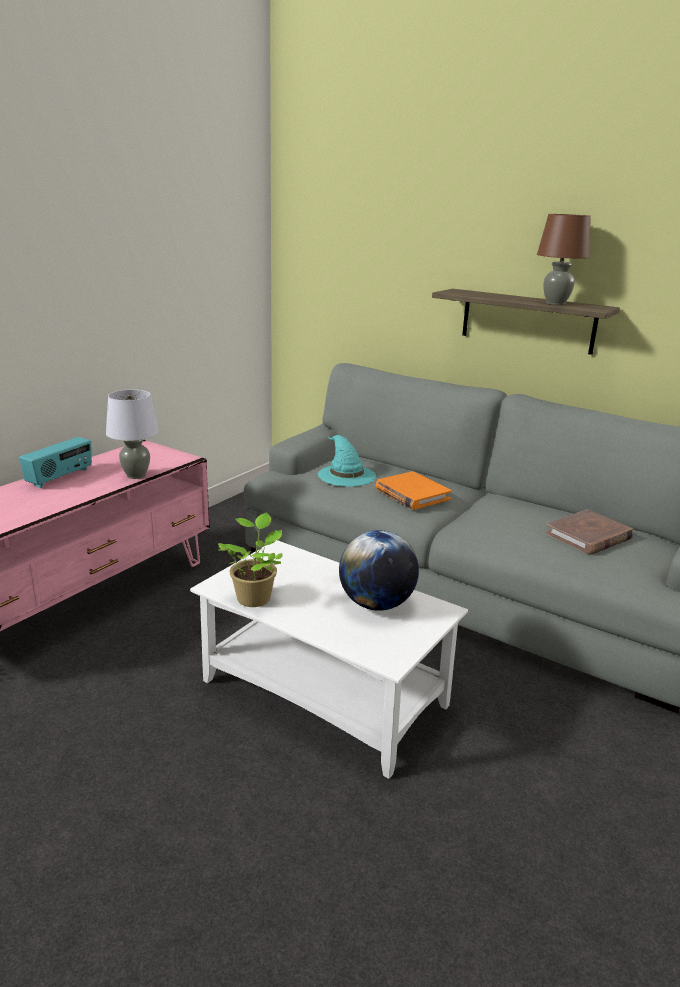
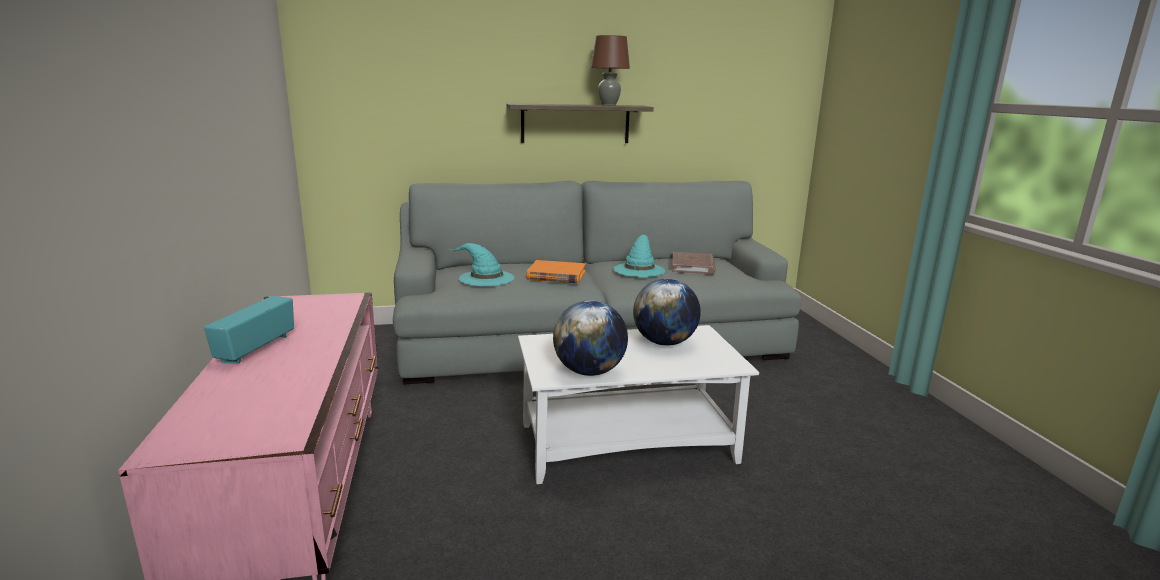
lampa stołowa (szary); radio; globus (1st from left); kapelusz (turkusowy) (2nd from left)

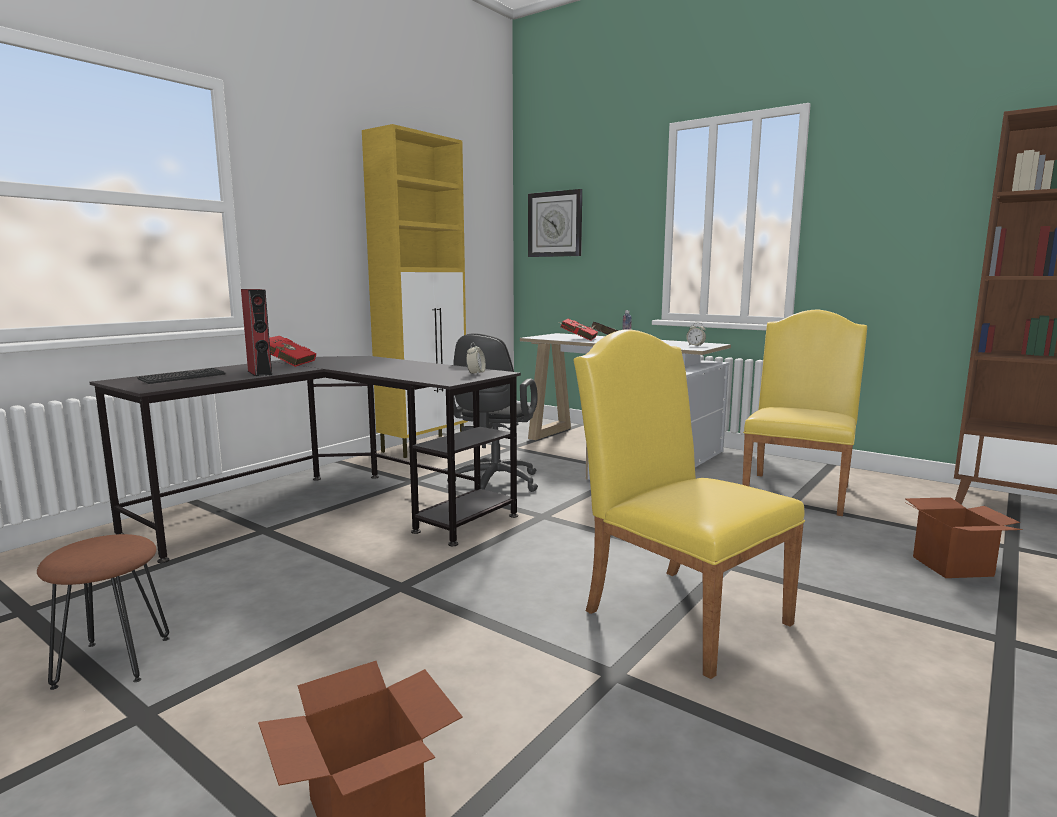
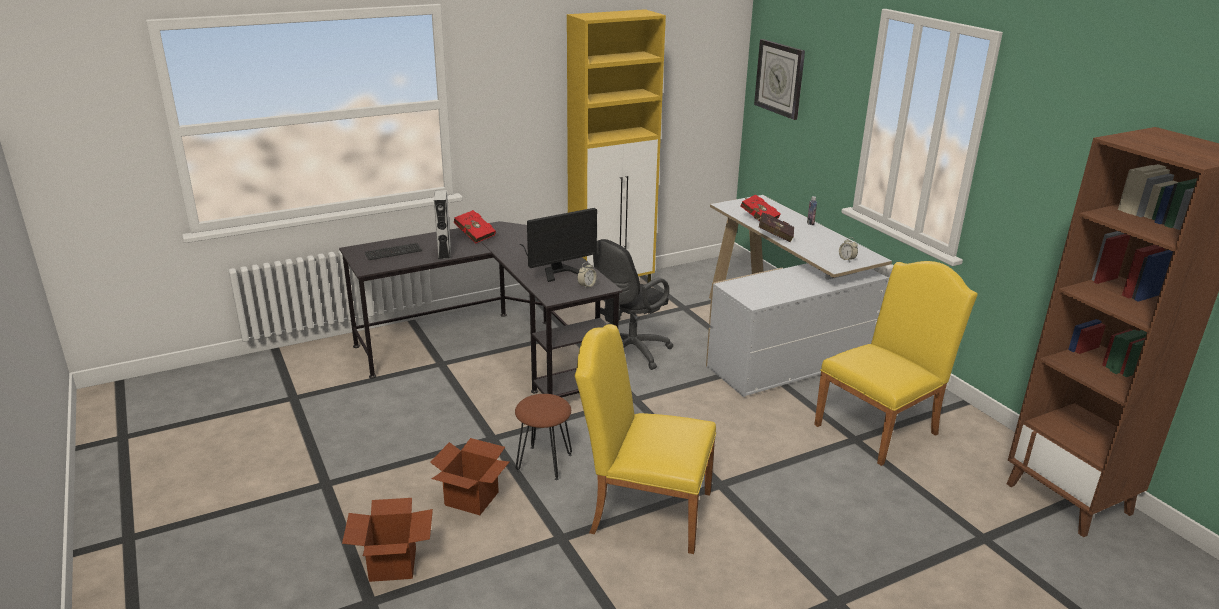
głośnik (szary); krzesło (żółty) (1st from left); karton (2nd from left); stołek (brązowy); monitor

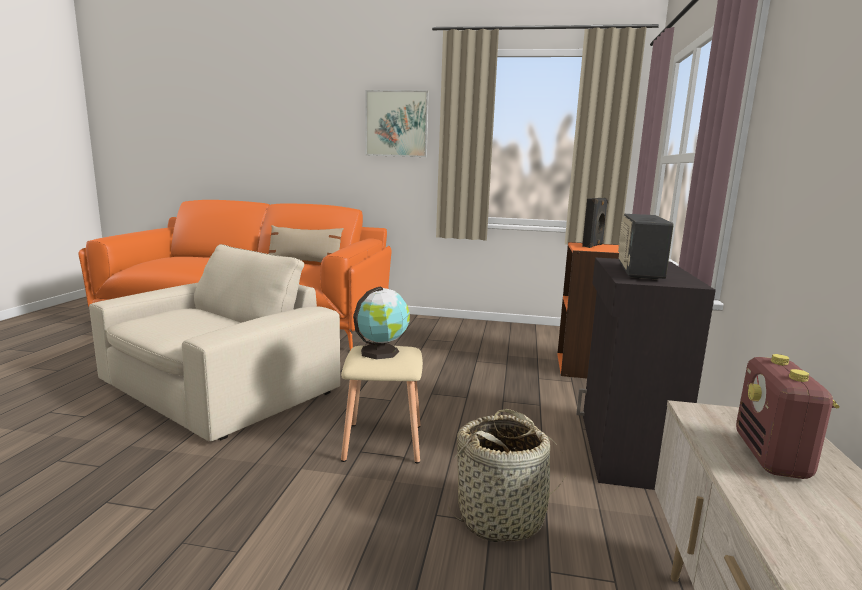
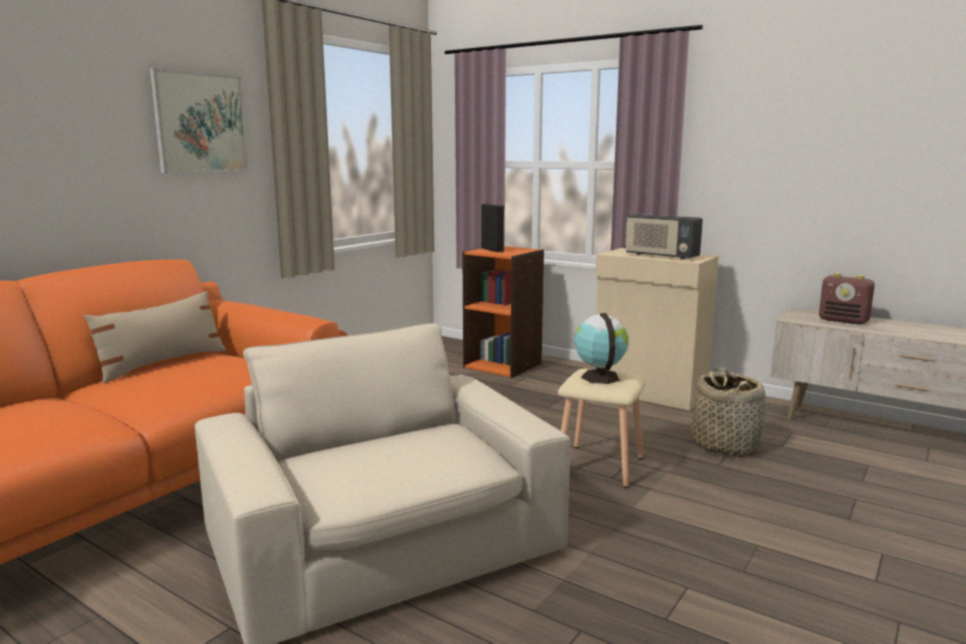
szafka (beżowy)

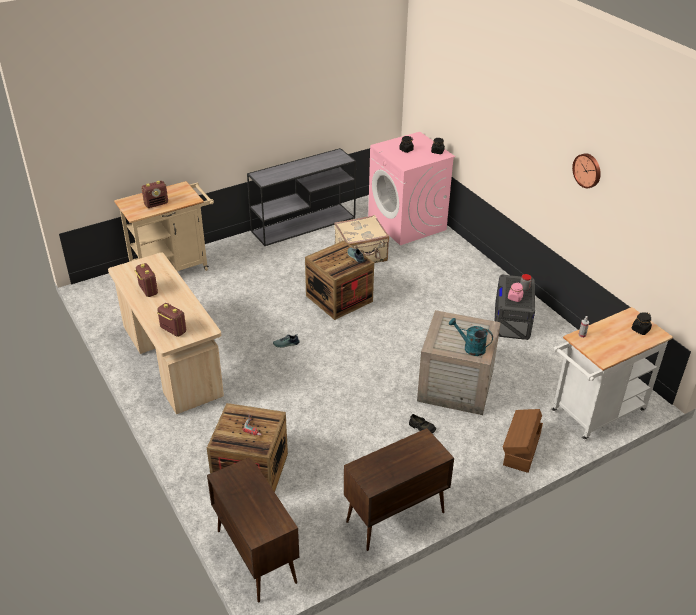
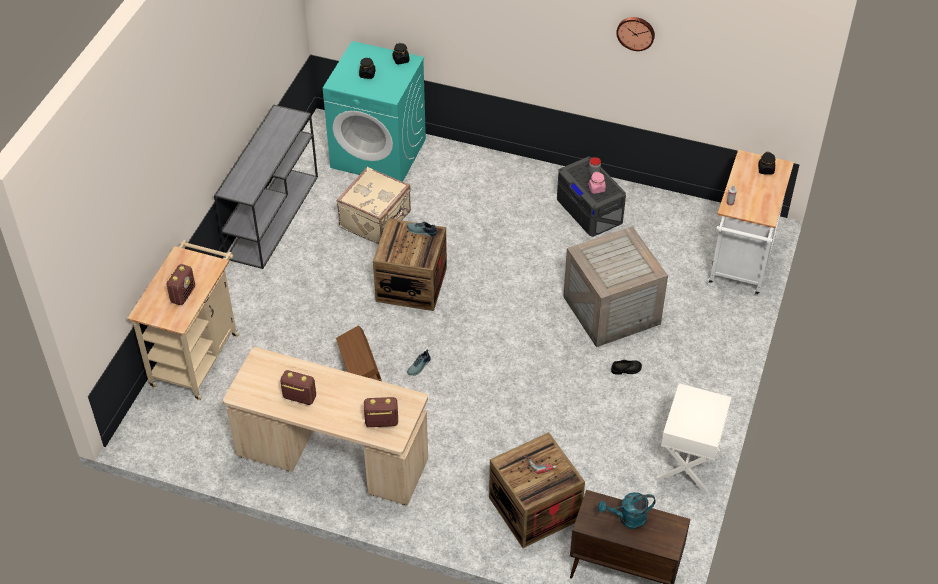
pralka (turkusowy); konewka (turkusowy); pojemnik do przechowywania (brązowy); szafka nocna (biały)

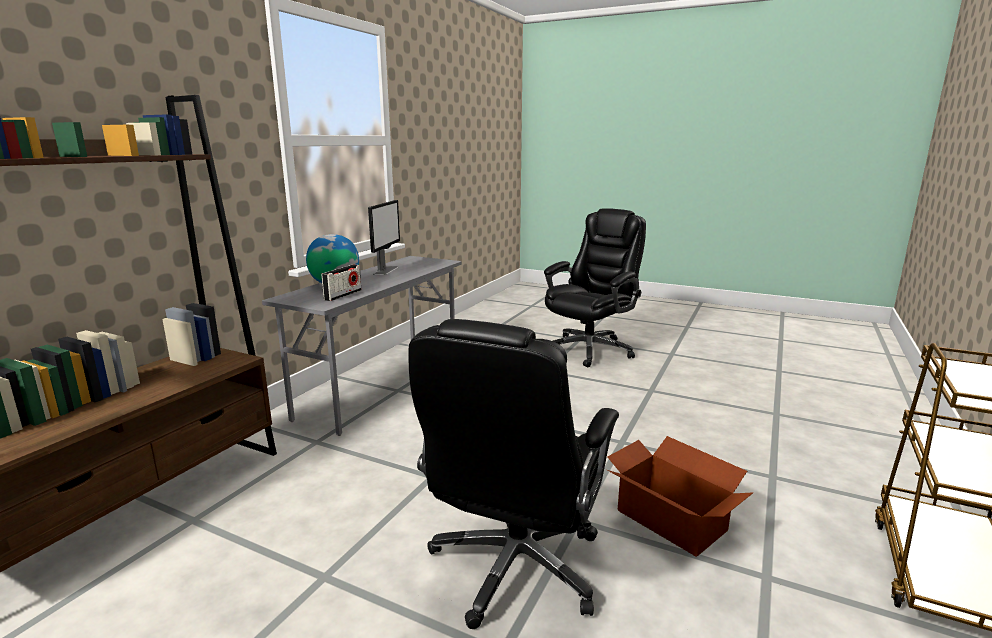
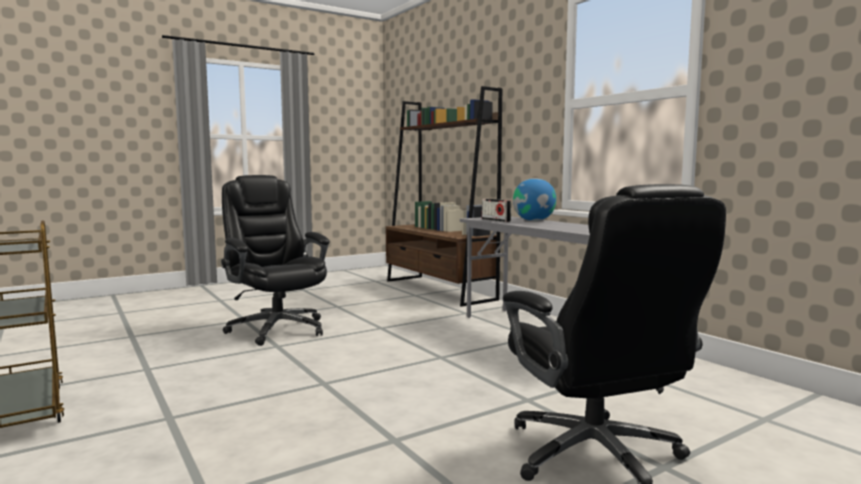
monitor; karton

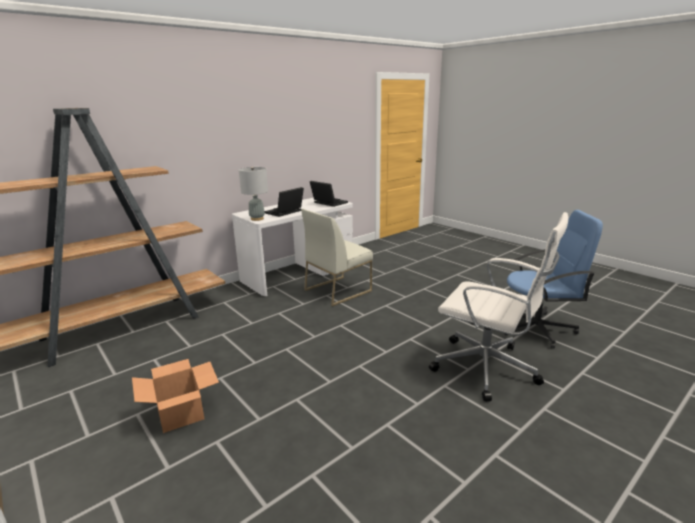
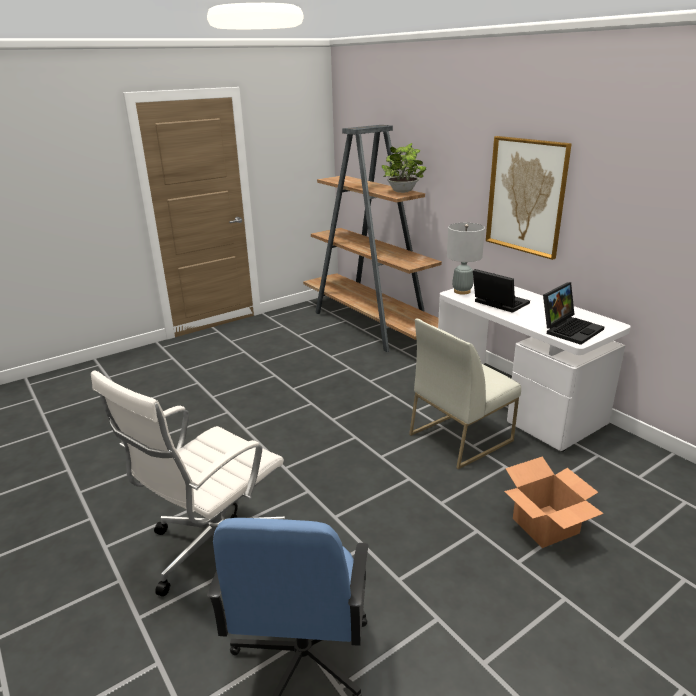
krzesło (biały); karton; obraz; roślina doniczkowa

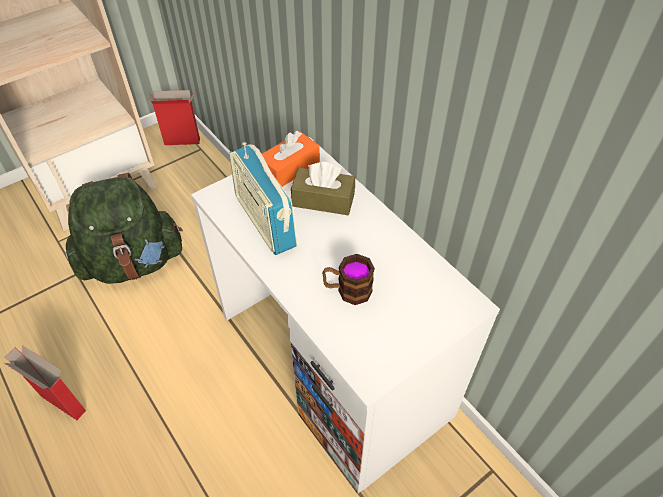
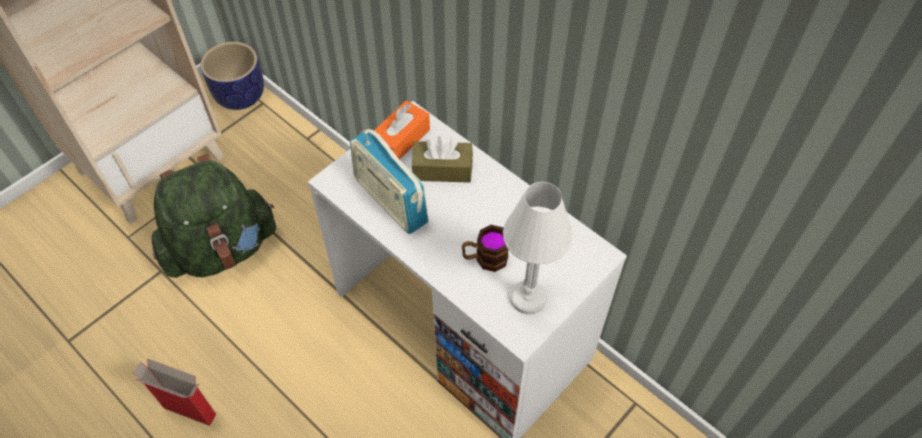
donica; lampa stołowa (biały)

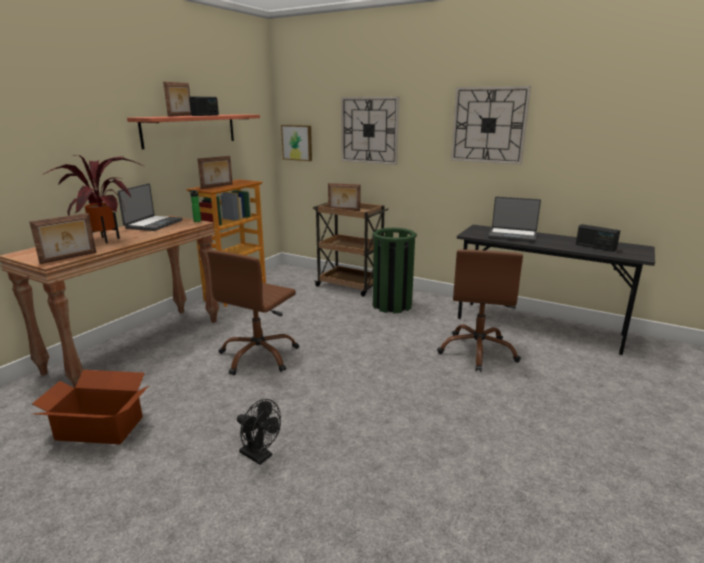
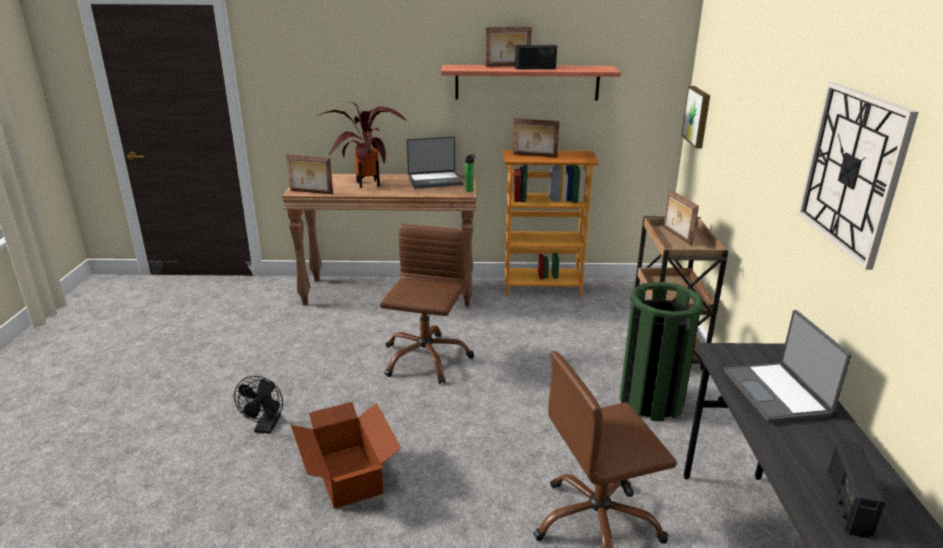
zegar ścienny (1st from left in the first image); krzesło biurowe (brązowy) (1st from left); karton

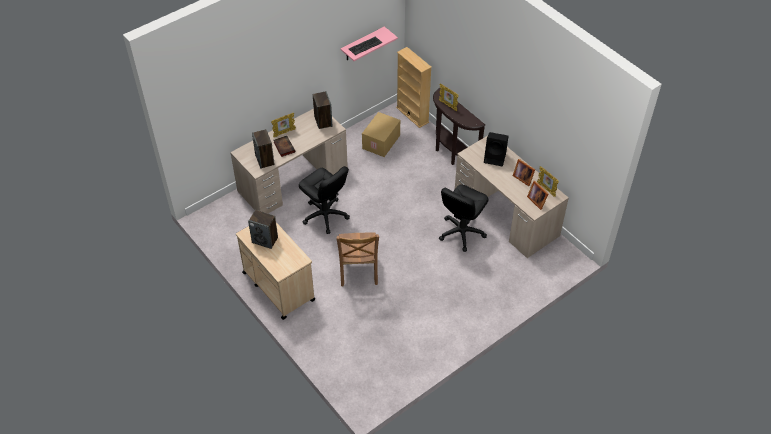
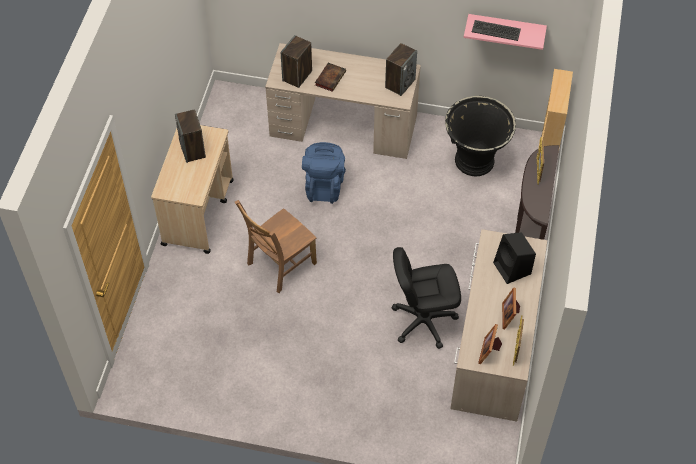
donica (czarny); ramka na zdjęcie (1st from left in the first image); plecak (niebieski)

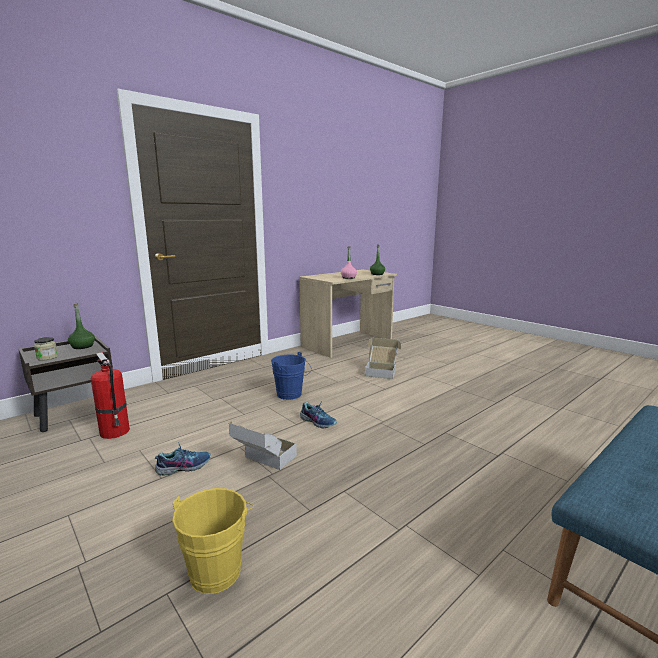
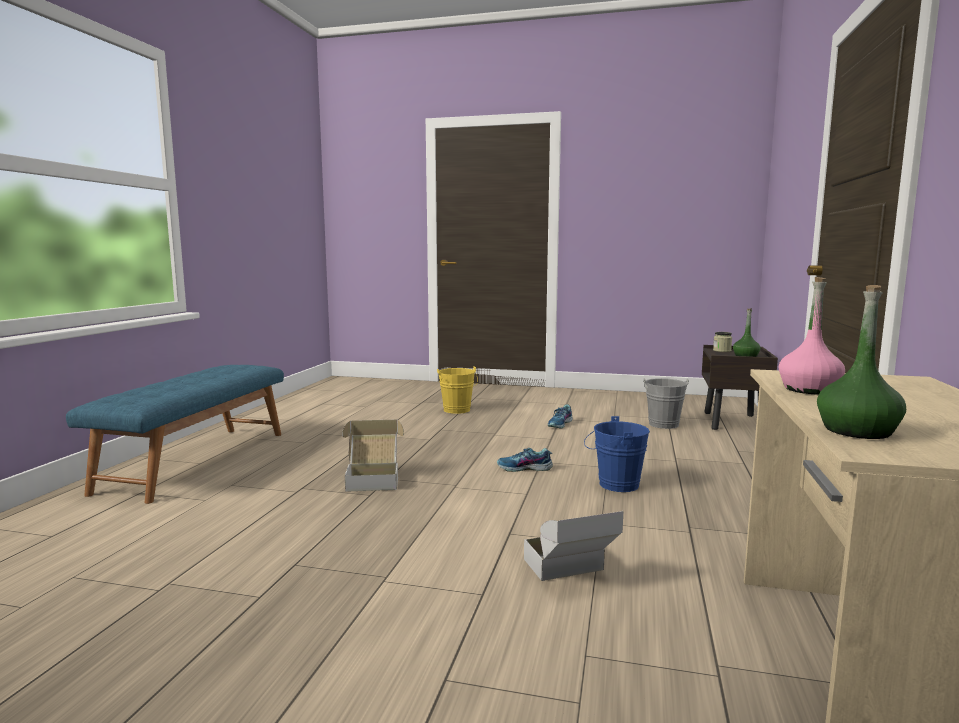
wiadro (szary); karton (1st from left)

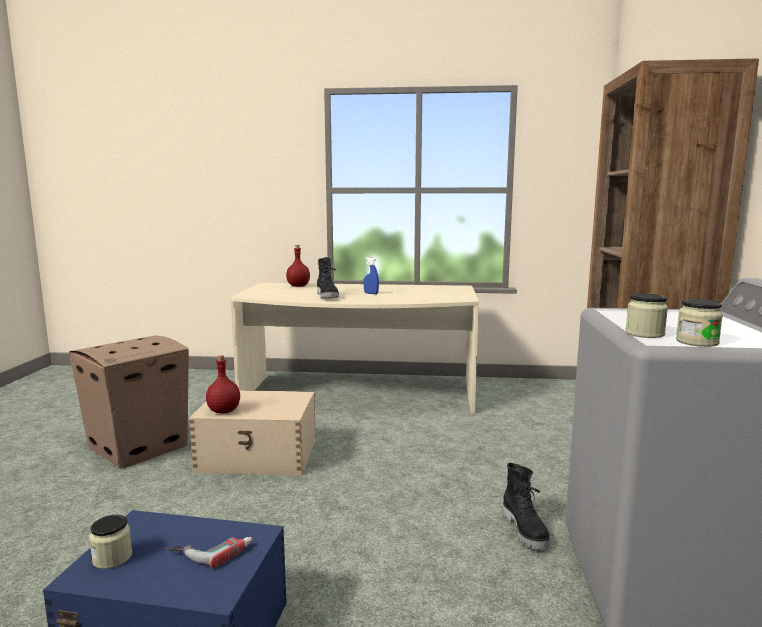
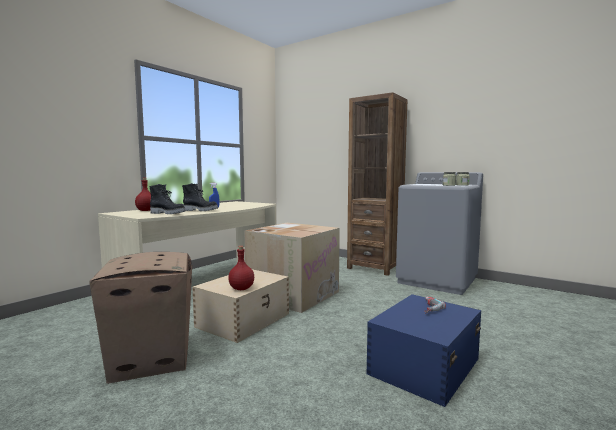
but z cholewką (czarny) (1st from left); słoik (1st from left in the first image); karton (2nd from left)

